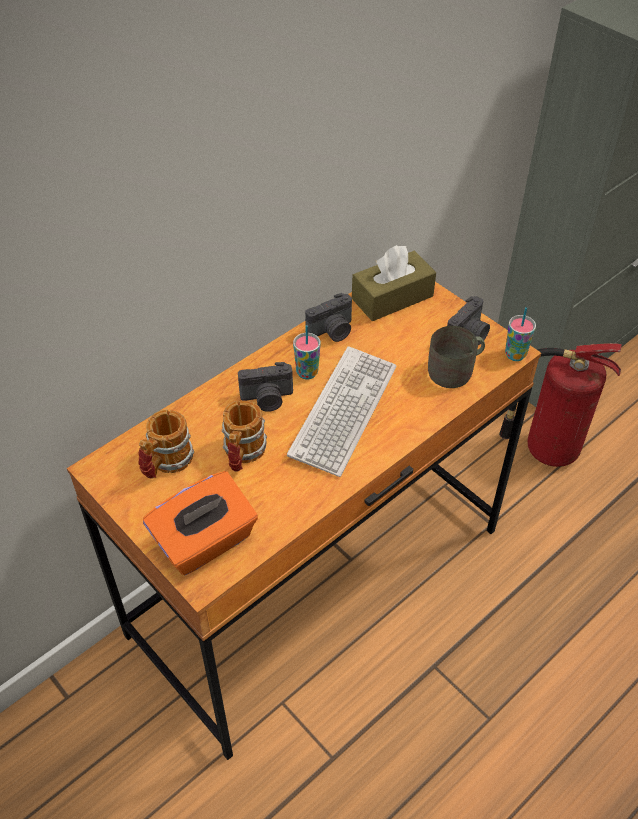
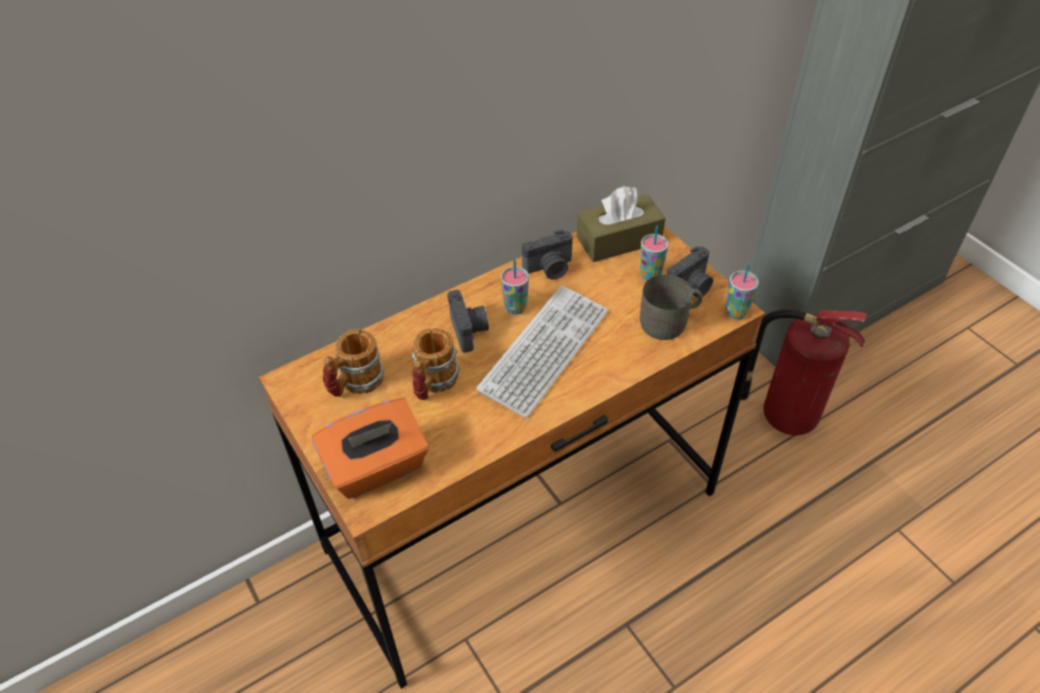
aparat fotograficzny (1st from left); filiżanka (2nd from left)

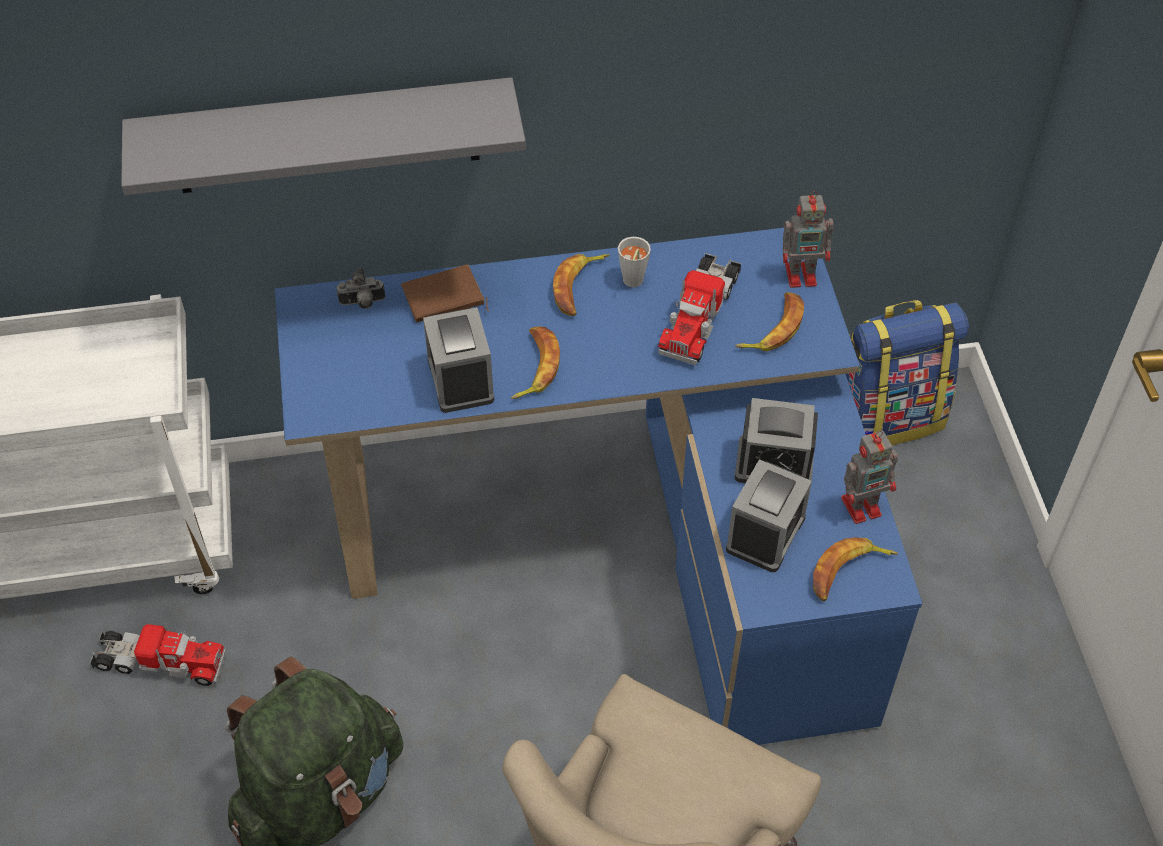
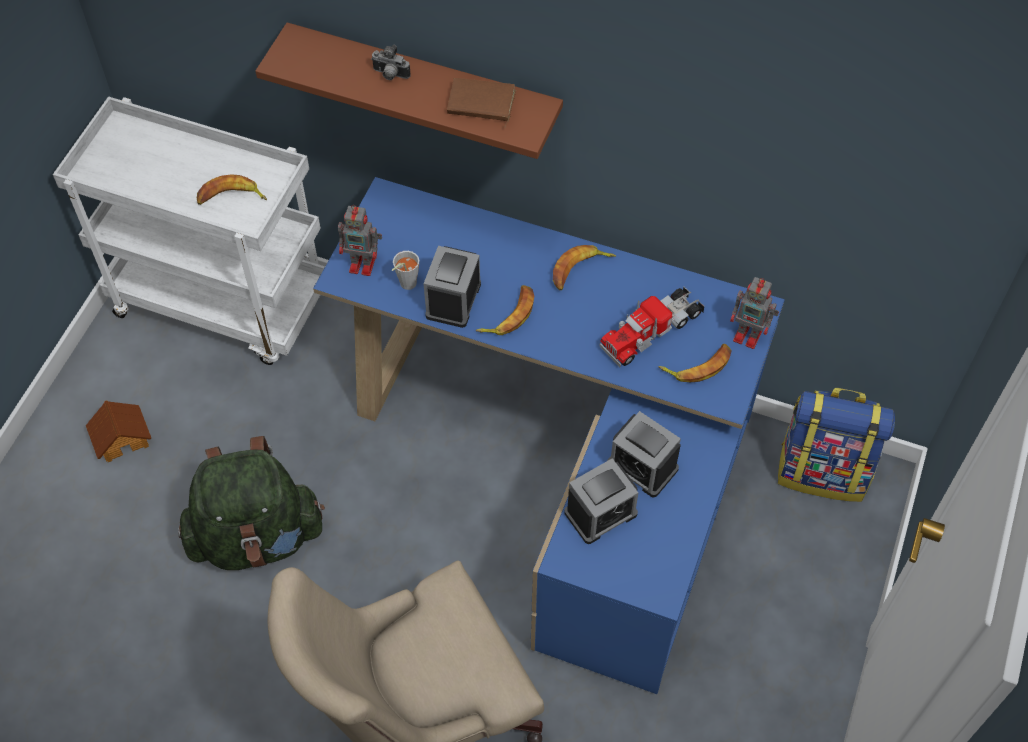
półka (brązowy); filiżanka (szary); książka (brązowy); aparat fotograficzny; robot zabawkowy (1st from left); banan (1st from left); ciężarówka zabawkowa (1st from left in the first image); domek

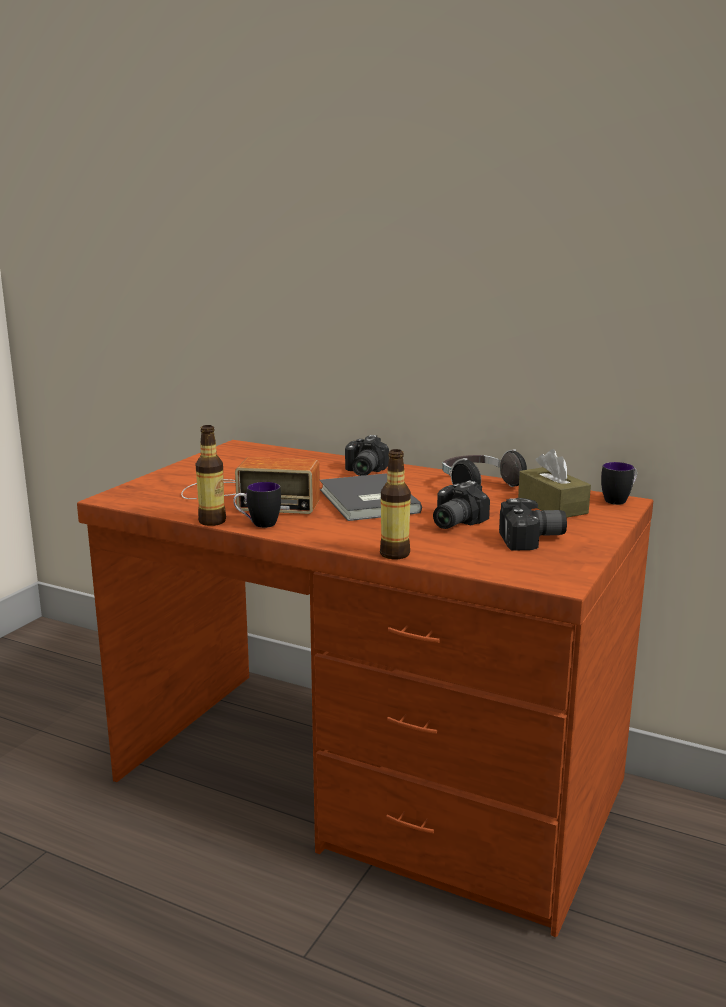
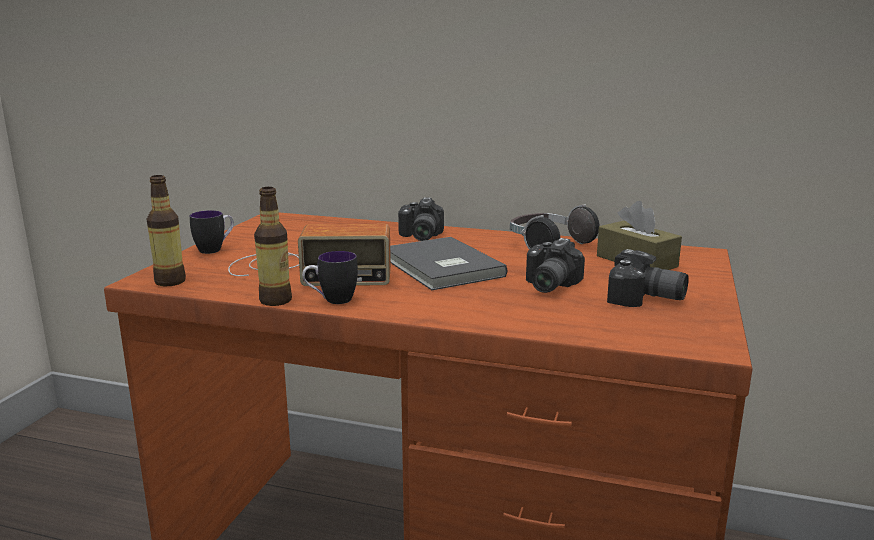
butelka (1st from left); kubek (1st from left); aparat fotograficzny (3rd from left)

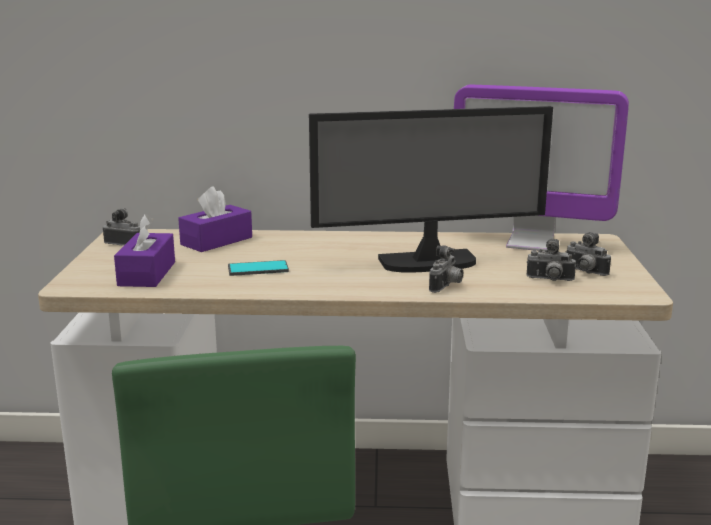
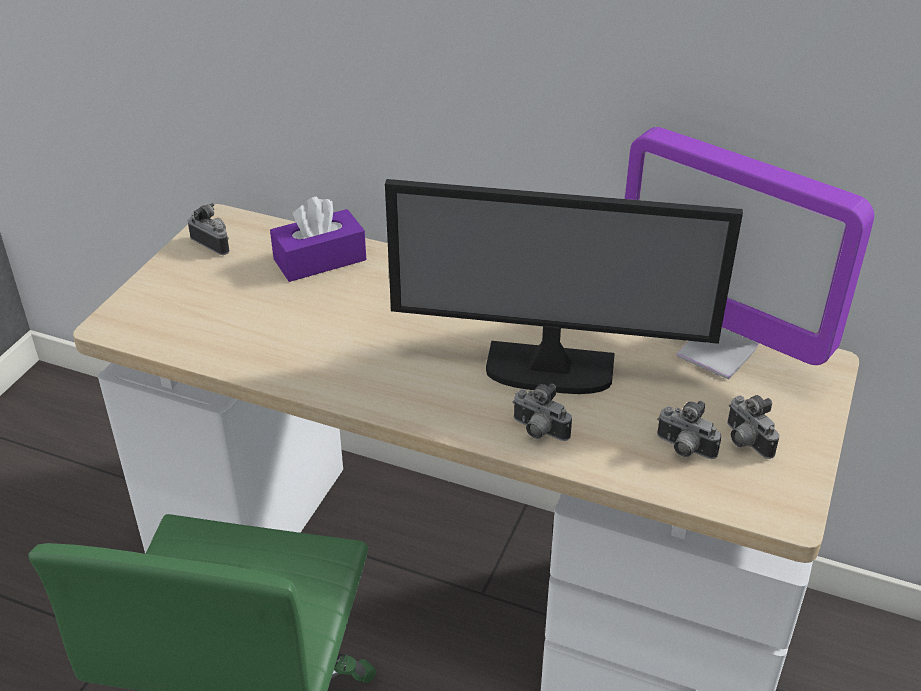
pudełko chusteczek (fioletowy) (1st from left in the first image); aparat fotograficzny (2nd from left); telefon

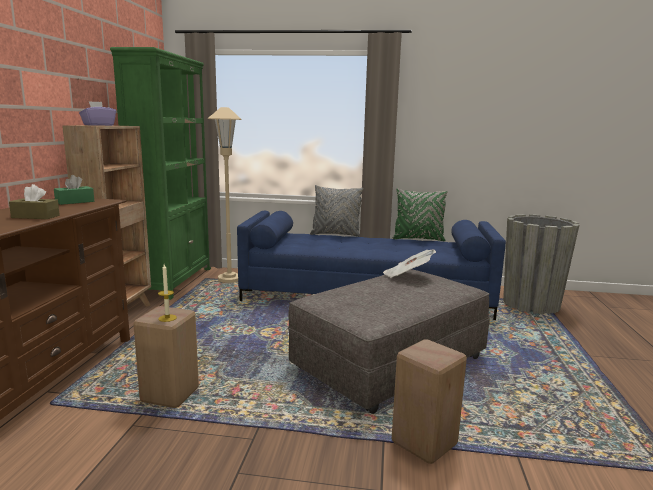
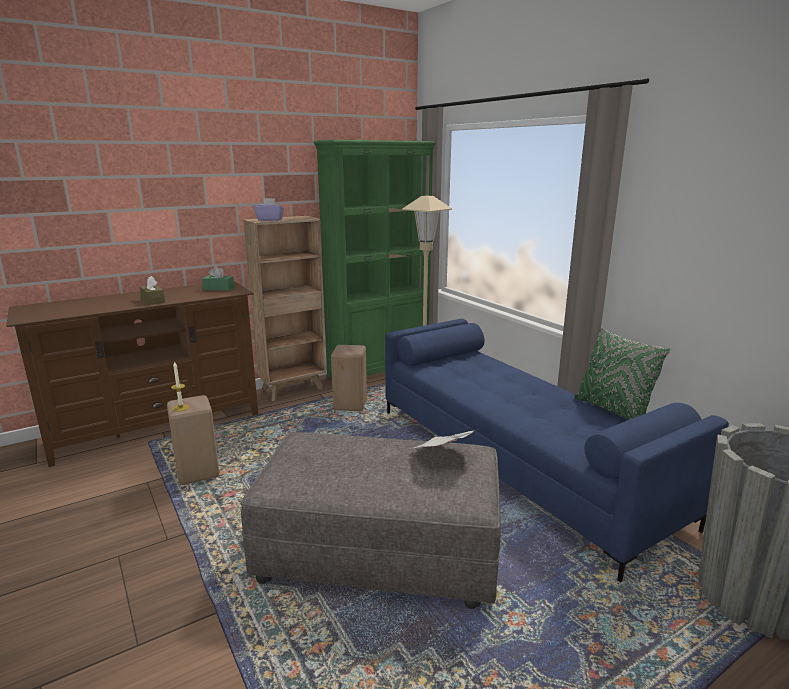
poduszka (szary); stołek (beżowy) (2nd from left)

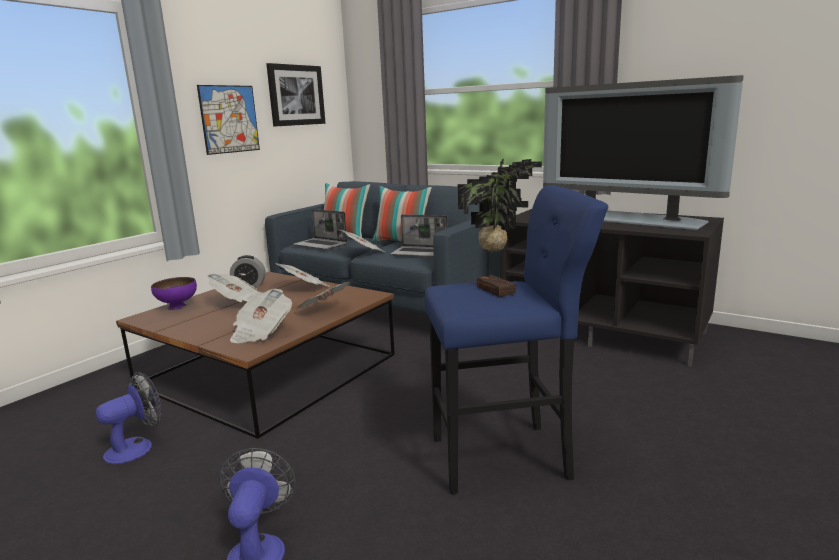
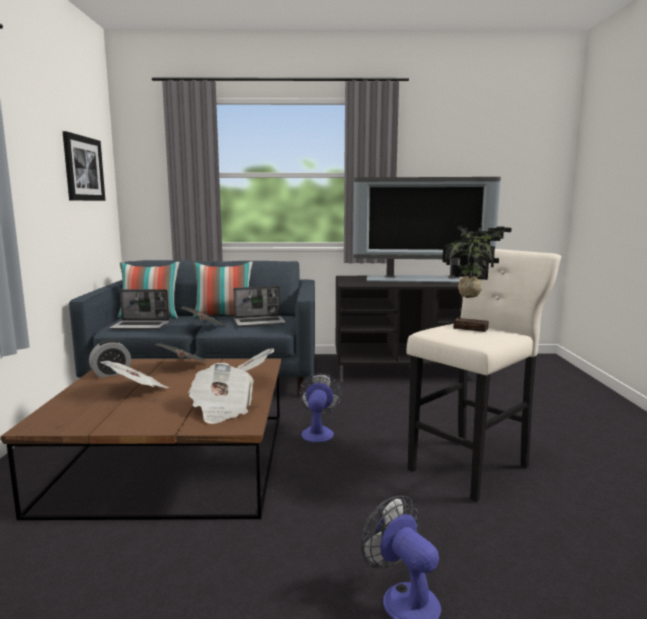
obraz (1st from left in the first image); stołek (beżowy); miska (fioletowy); wentylator (1st from left)

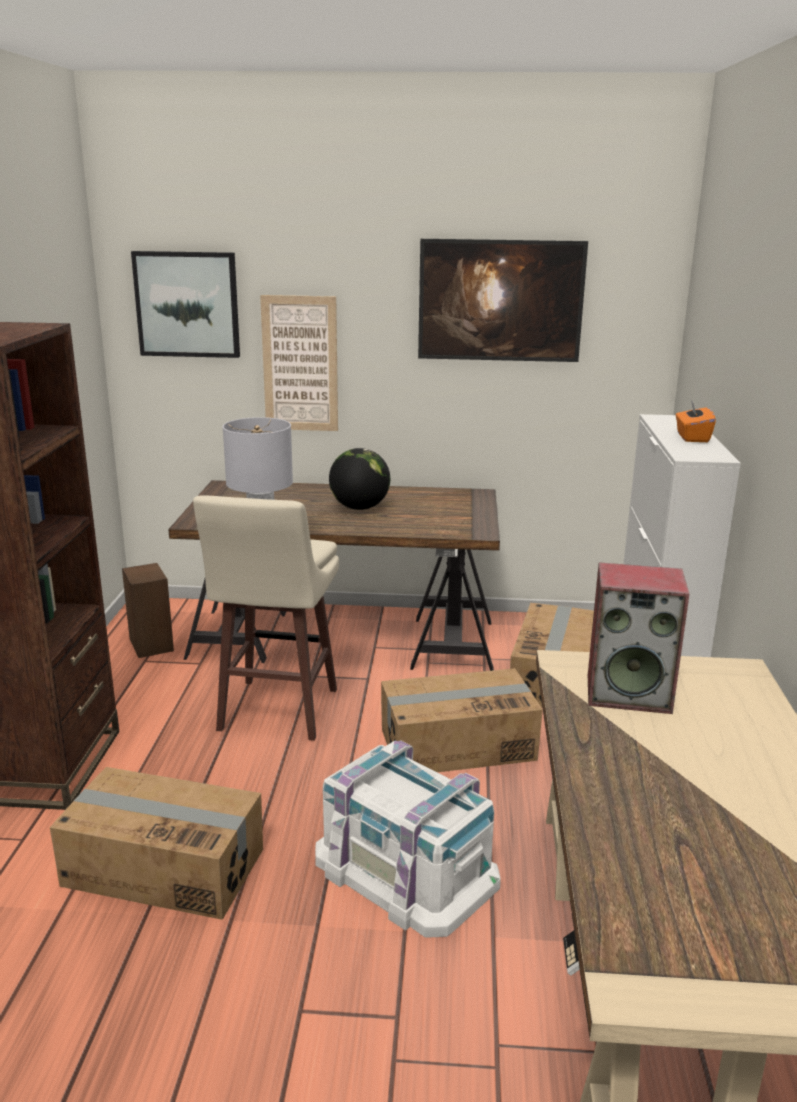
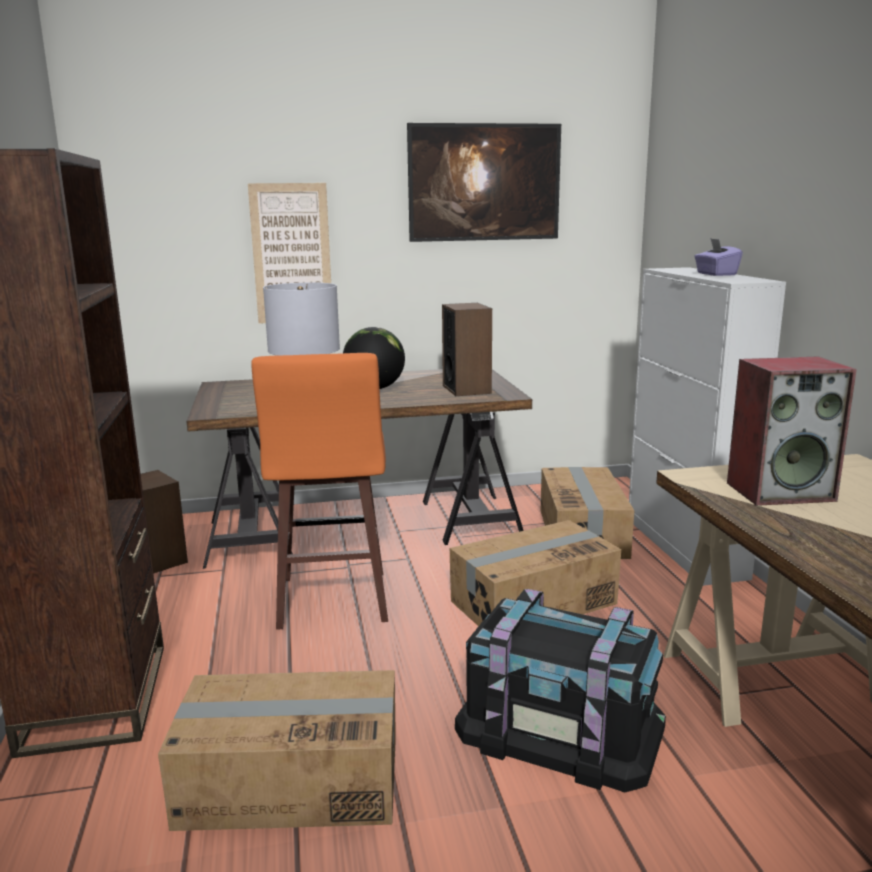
obraz (1st from left in the first image); pudełko chusteczek (fioletowy); stołek (pomarańczowy); pojemnik do przechowywania (czarny); głośnik (2nd from left)

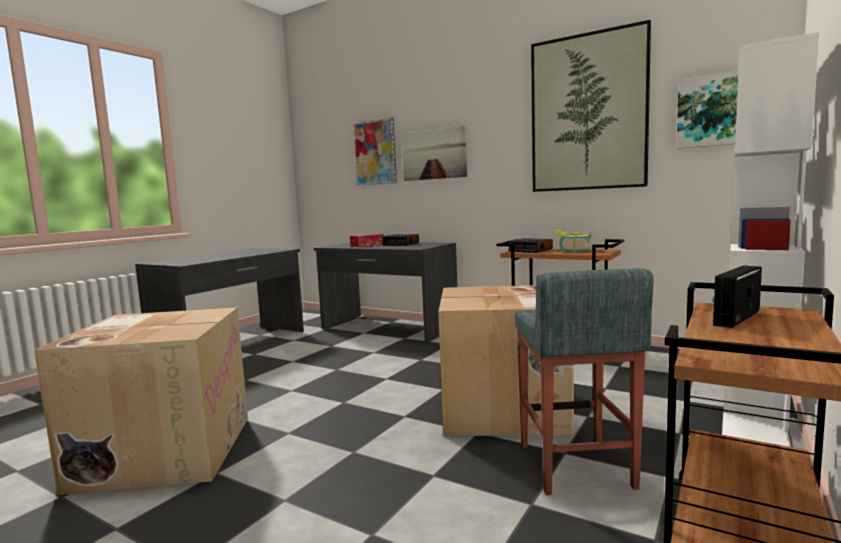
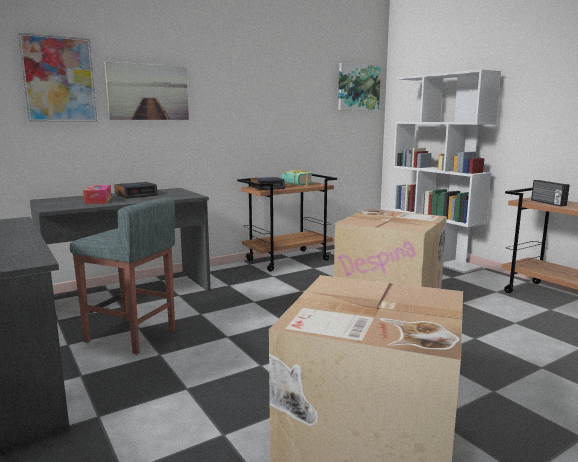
obraz (3rd from left in the first image); stołek (szary)

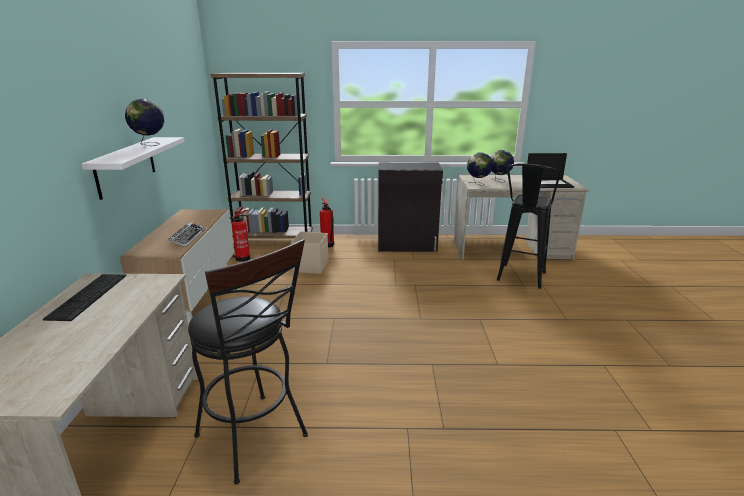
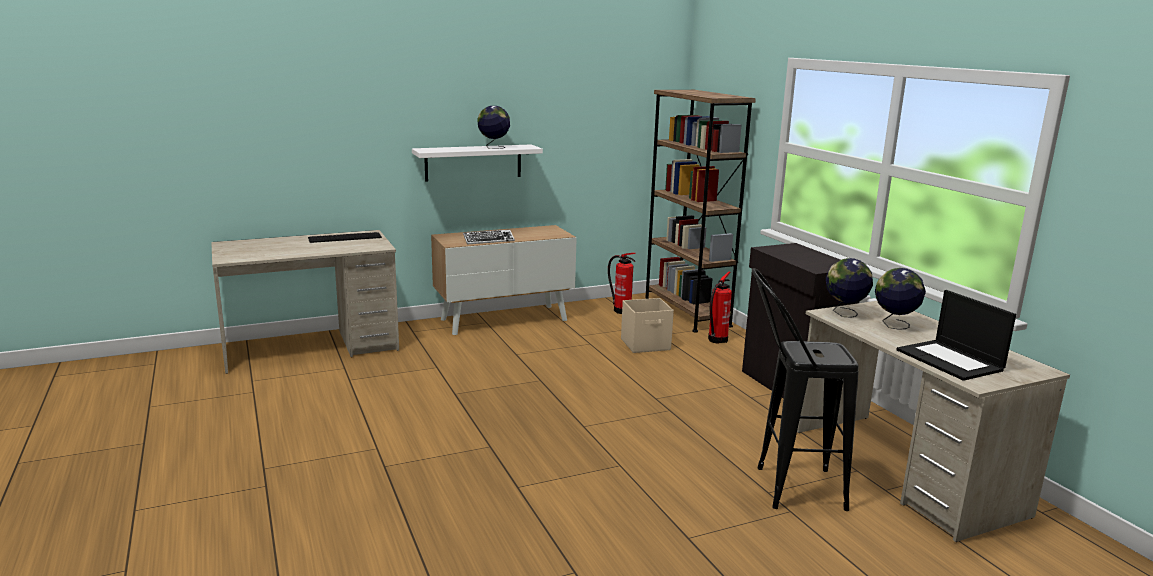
stołek (czarny) (1st from left in the first image)

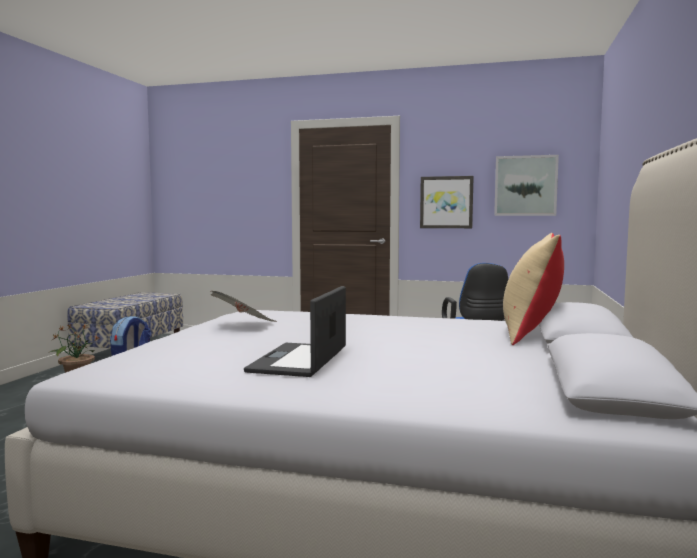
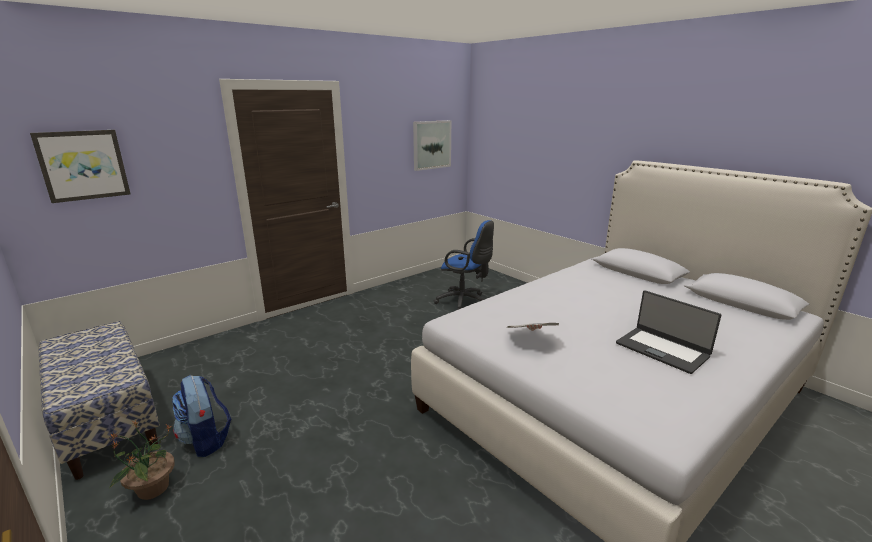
obraz (1st from left); poduszka (beżowy)

